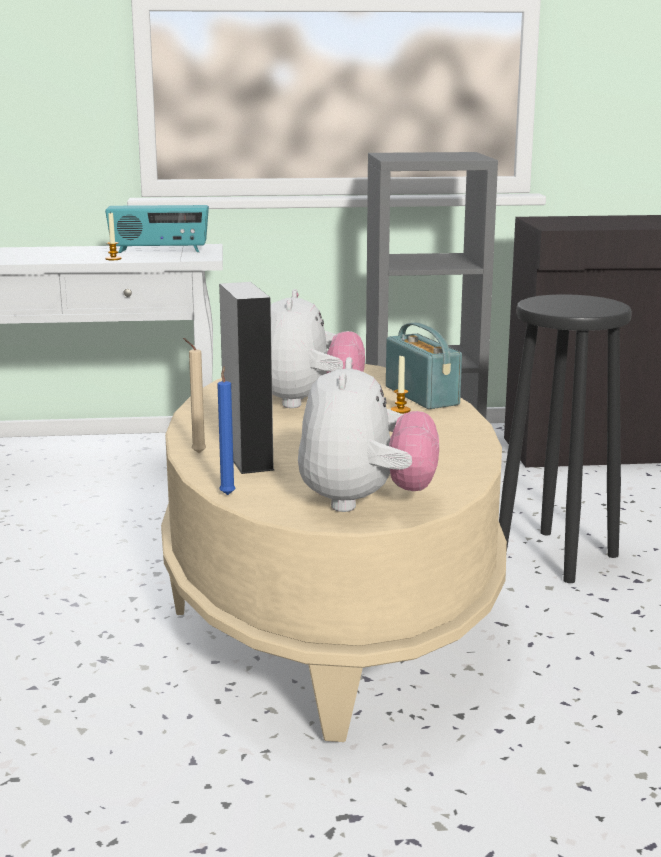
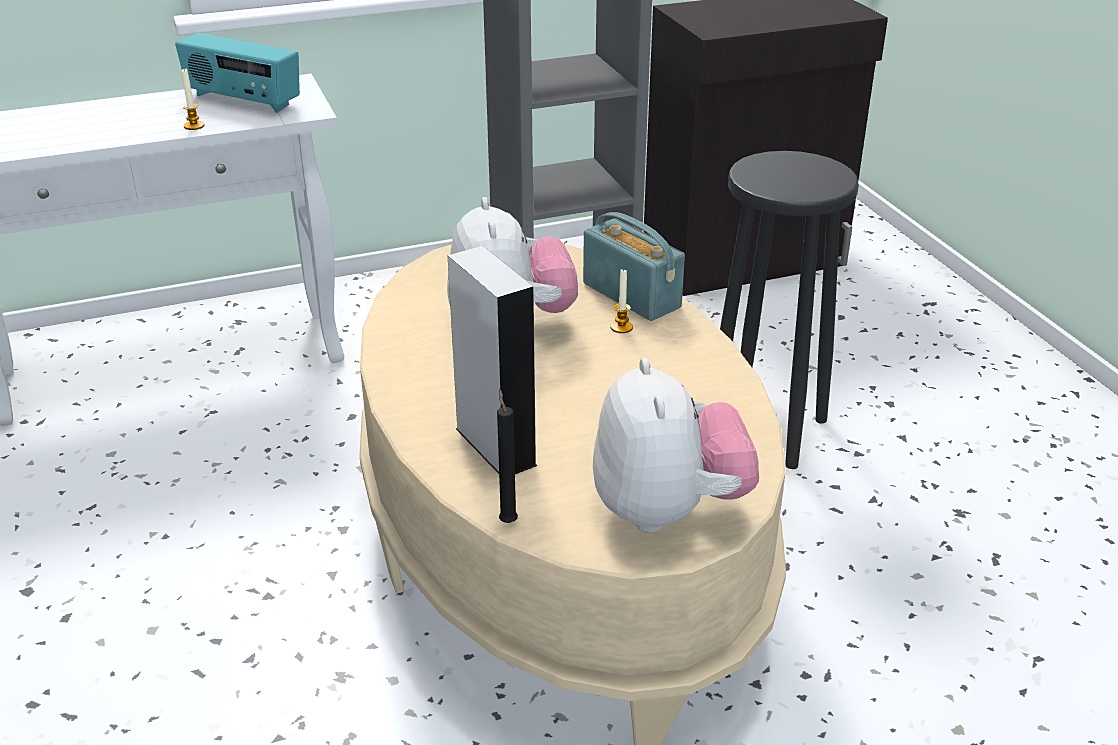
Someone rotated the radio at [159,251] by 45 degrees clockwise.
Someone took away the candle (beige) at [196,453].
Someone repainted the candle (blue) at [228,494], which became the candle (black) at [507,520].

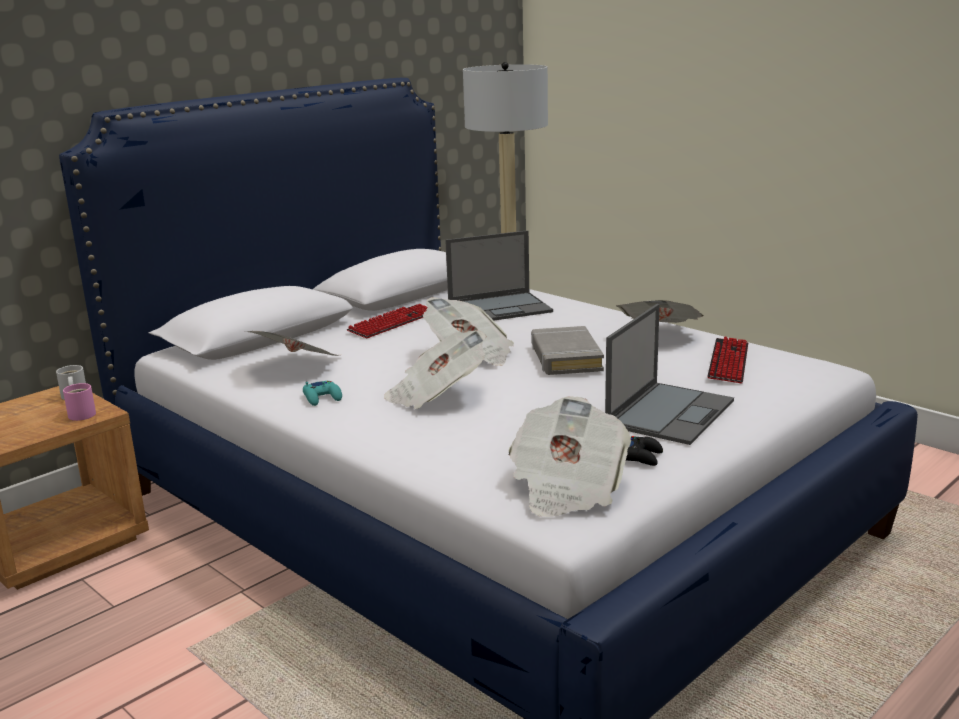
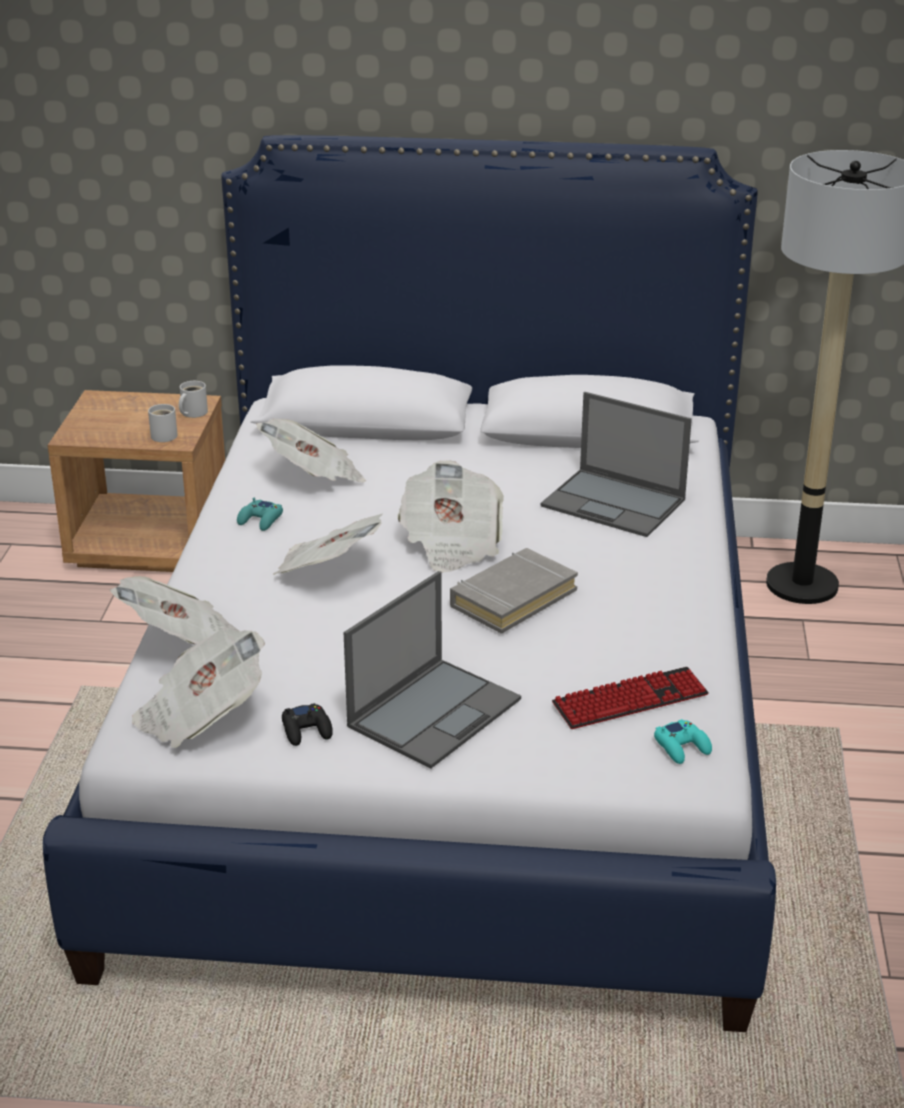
Someone carried the newspaper from [660,335] to [182,640].
Someone took away the keyboard at [392,323].
Someone rotated the laptop at [670,412] by 45 degrees counterclockwise.
Someone repainted the mug (pink) at [81,414], which became the mug (white) at [165,435].
Someone put down the game controller (turquoise) at [682,747].

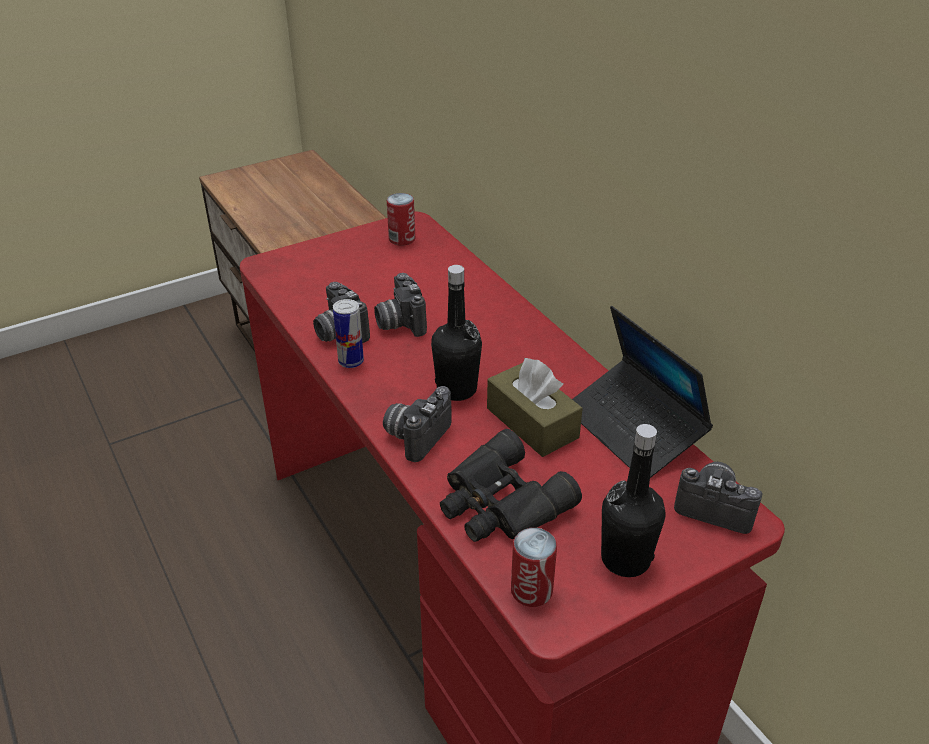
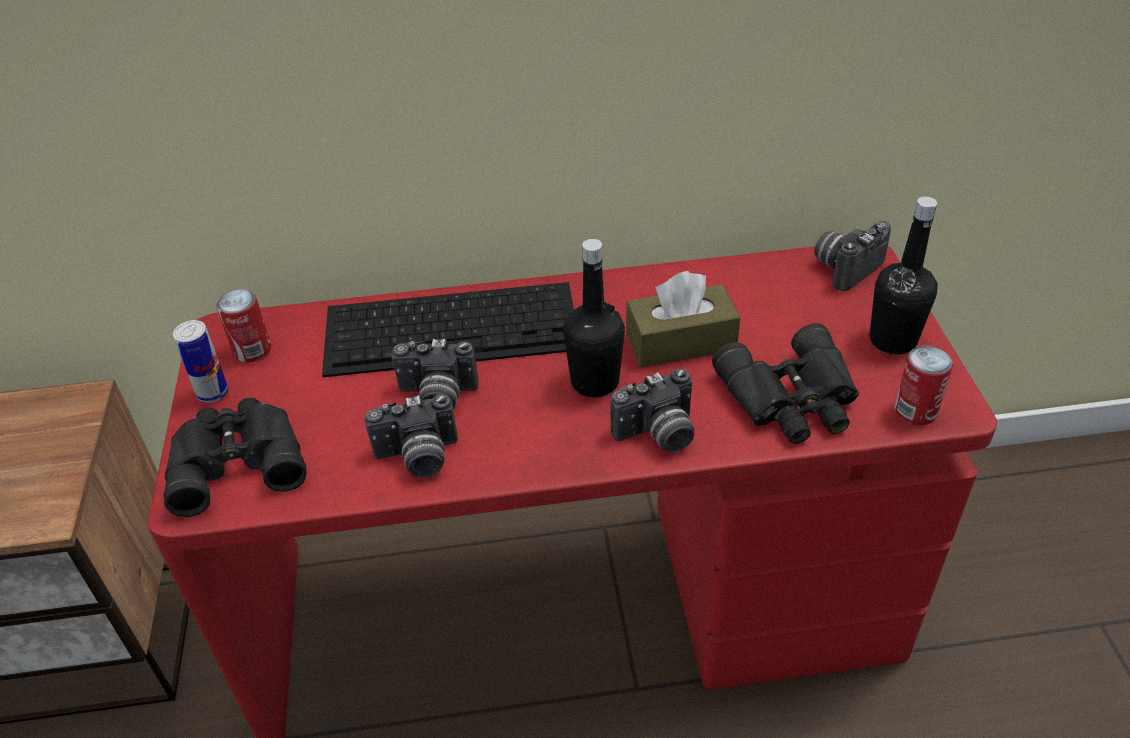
Someone carried the can from [351,361] to [213,393].
Someone took away the laptop at [634,429].
Someone rotated the photo camera at [416,435] by 75 degrees counterclockwise.
Someone put down the keyboard at [453,327].
Someone put down the binoculars (black) at [236,459].

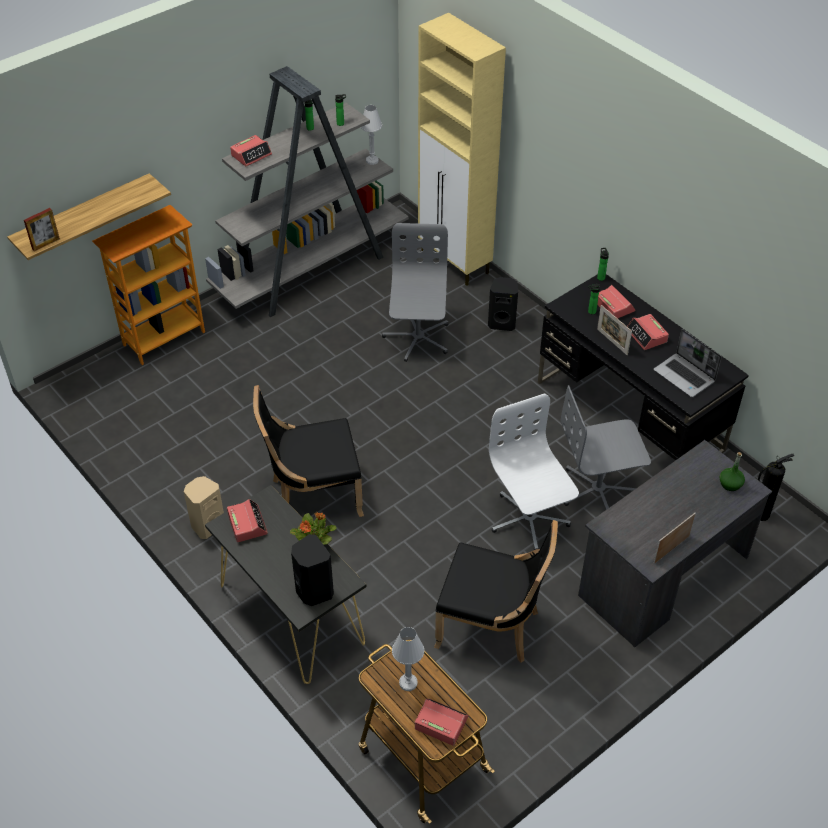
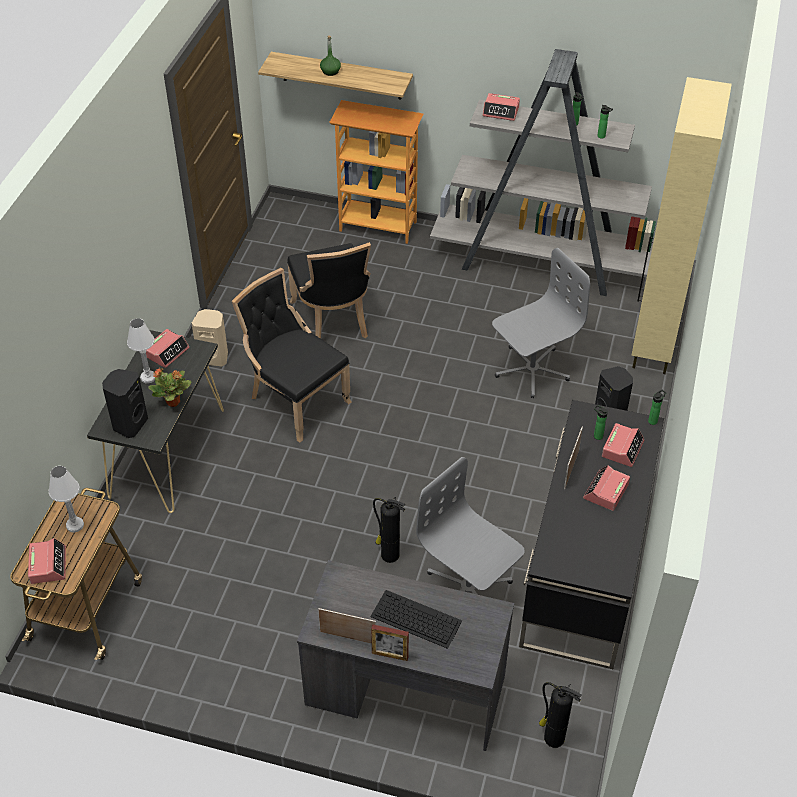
Someone carried the table lamp (white) from [372,161] to [148,377].
Someone carried the picture frame from [46,244] to [390,655].
Someone took away the laptop at [685,376].
Someone swapped the office chair (white) at [528,519] for the fire extinguisher at [389,554].
Someone carried the bottle (green) from [730,484] to [330,71].
Someone carried the chair (black) from [492,627] to [333,321].
Someone put down the keyboard at [415,618].

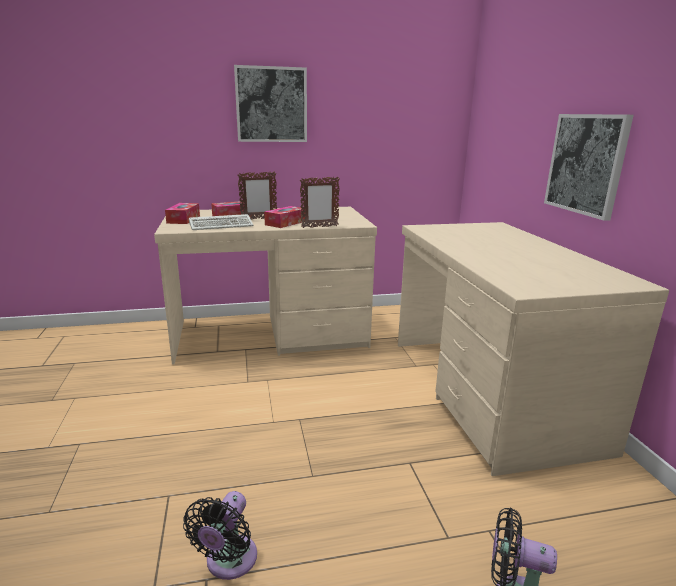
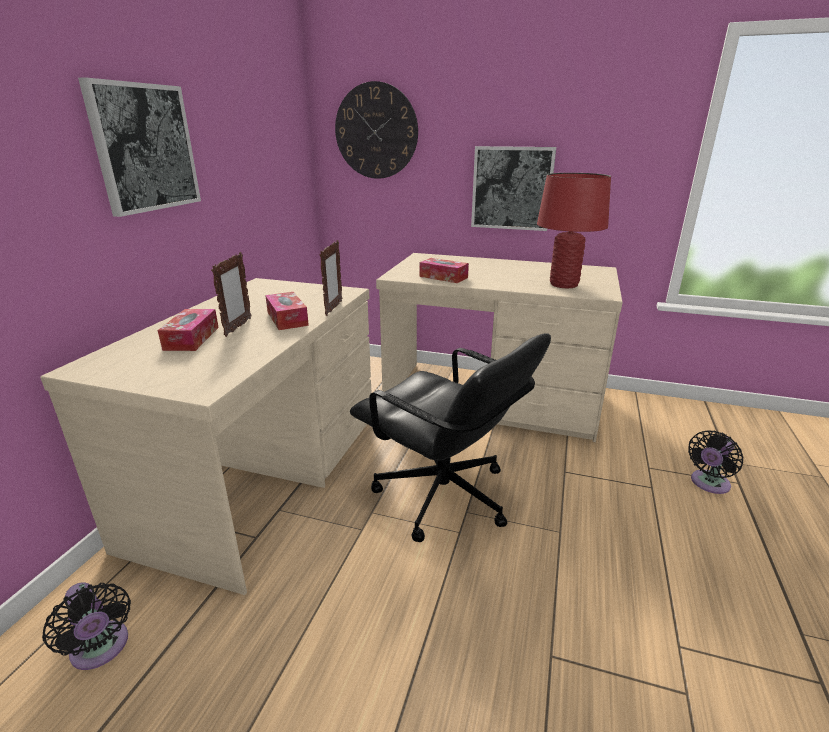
Someone carried the tissue box from [183,219] to [443,277].
Someone took away the keyboard at [222,225].
Someone carried the fan (black) from [229,562] to [101,649].
Someone put up the wall clock at [376,131].
Someone put down the table lamp (red) at [563,284].
Someone put down the office chair (black) at [443,497].

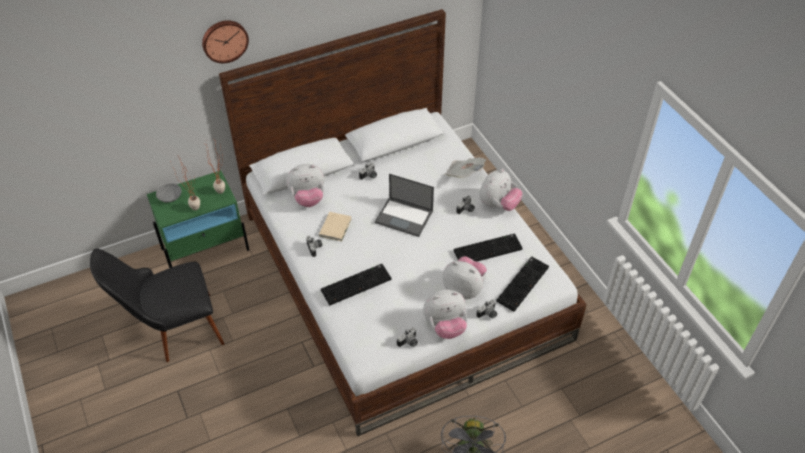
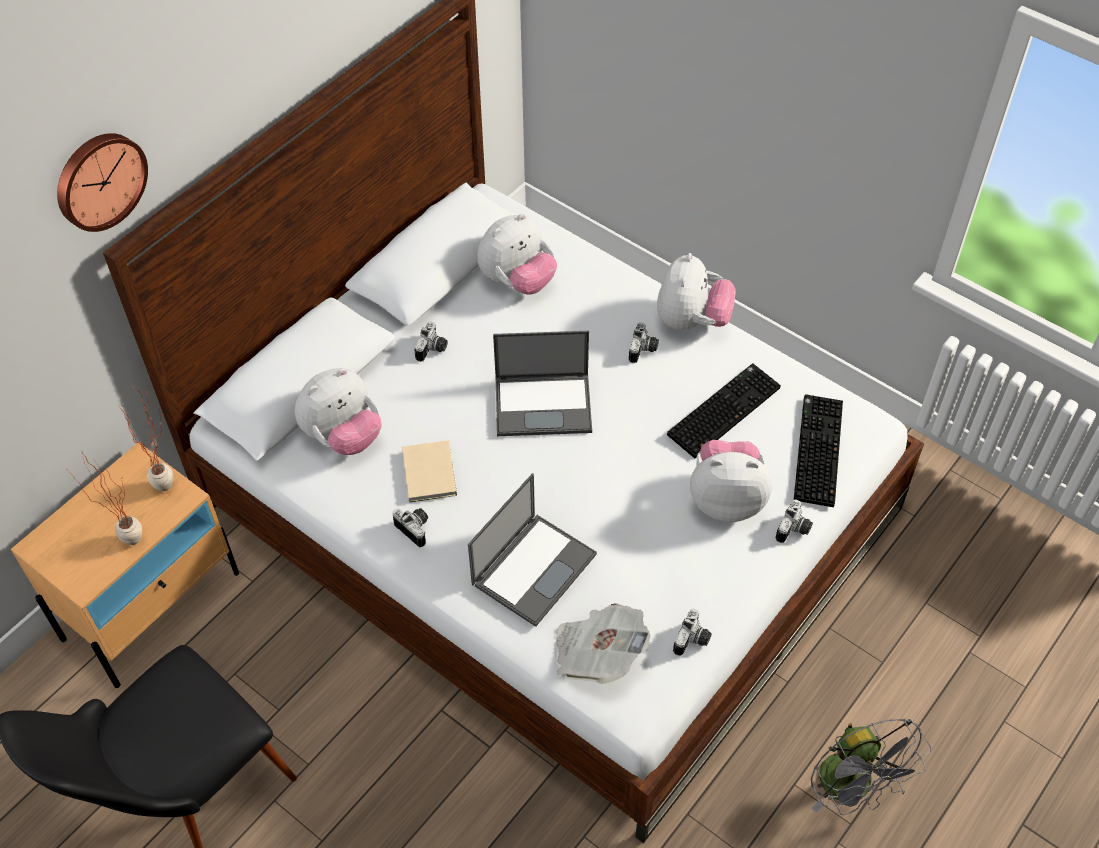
Someone carried the newspaper from [464,174] to [598,654].
Someone repainted the nightstand (green) at [206,249], which became the nightstand (beige) at [152,605].
Someone took away the bowl (grey) at [169,197].
Someone swapped the keyboard at [356,284] for the laptop at [534,567].
Someone carried the plush toy from [445,326] to [517,281].

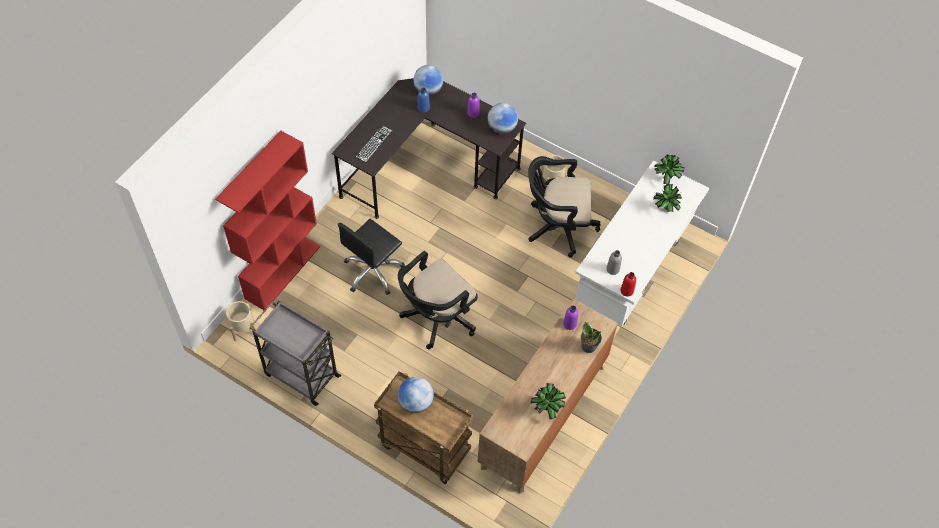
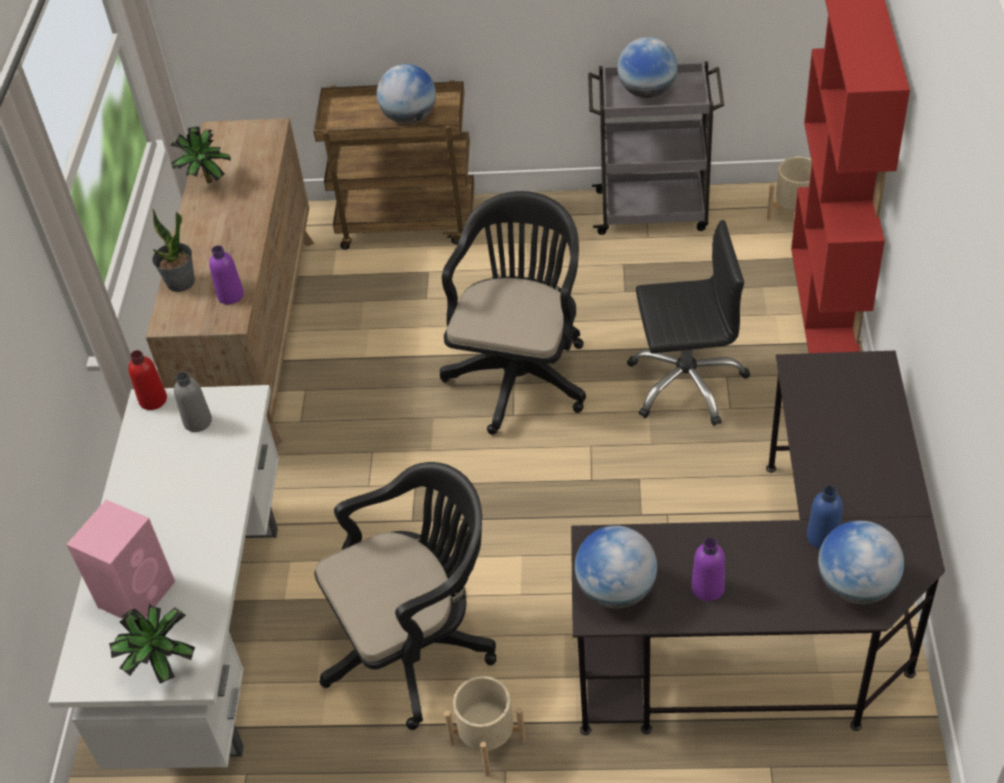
Someone took away the keyboard at [374,144].
Someone swapped the potted plant at [664,209] for the speaker (pink) at [137,592].
Someone rotated the office chair (black) at [373,271] by 75 degrees clockwise.
Someone put down the globe at [647,92].

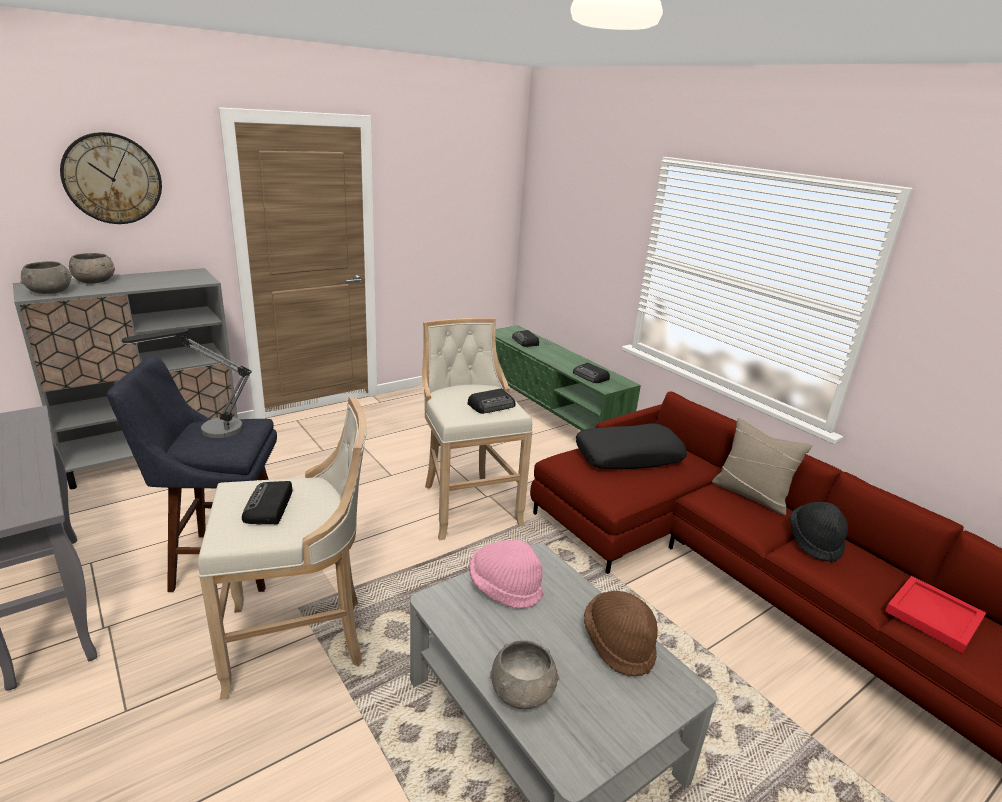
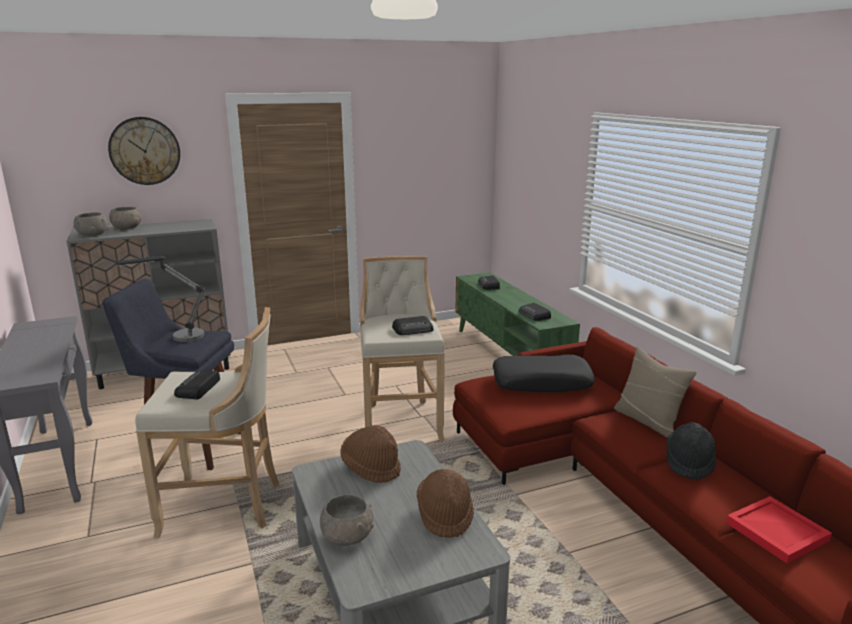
Someone repainted the hat (pink) at [504,588], which became the hat (brown) at [371,468].

